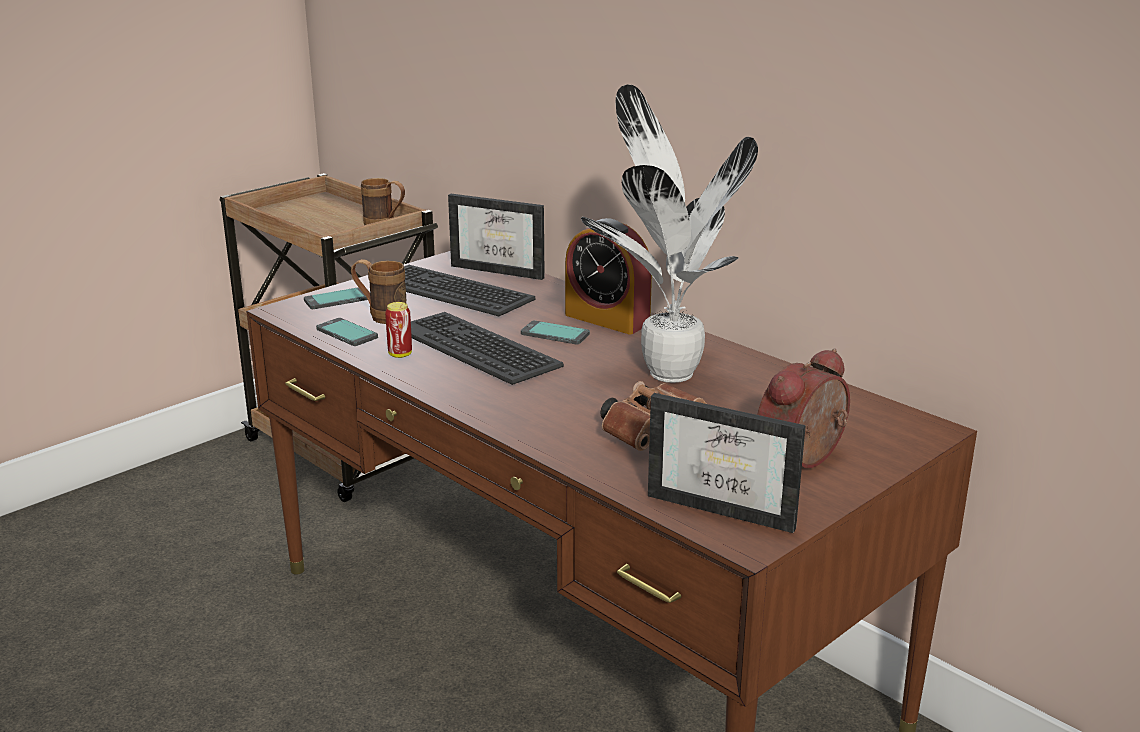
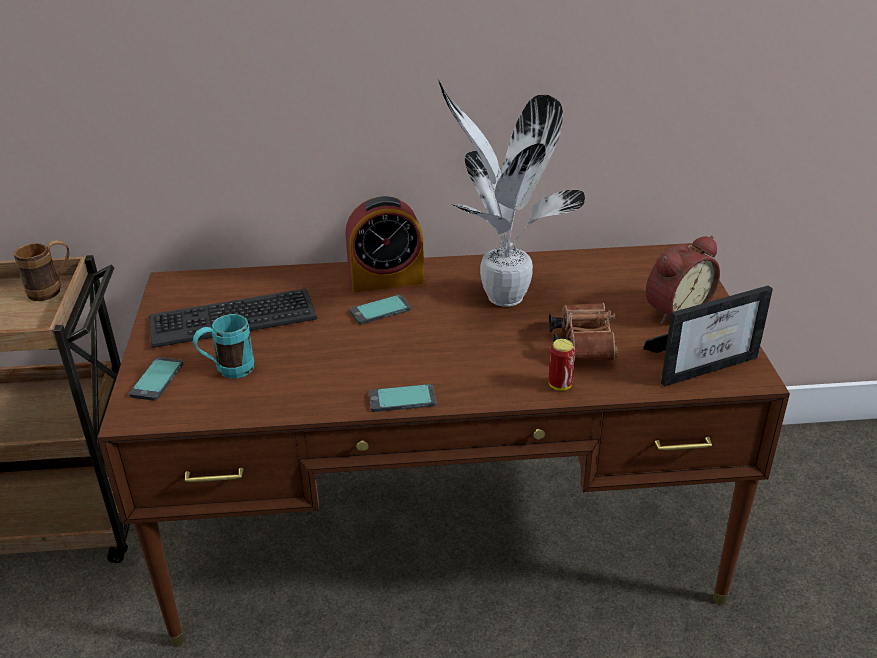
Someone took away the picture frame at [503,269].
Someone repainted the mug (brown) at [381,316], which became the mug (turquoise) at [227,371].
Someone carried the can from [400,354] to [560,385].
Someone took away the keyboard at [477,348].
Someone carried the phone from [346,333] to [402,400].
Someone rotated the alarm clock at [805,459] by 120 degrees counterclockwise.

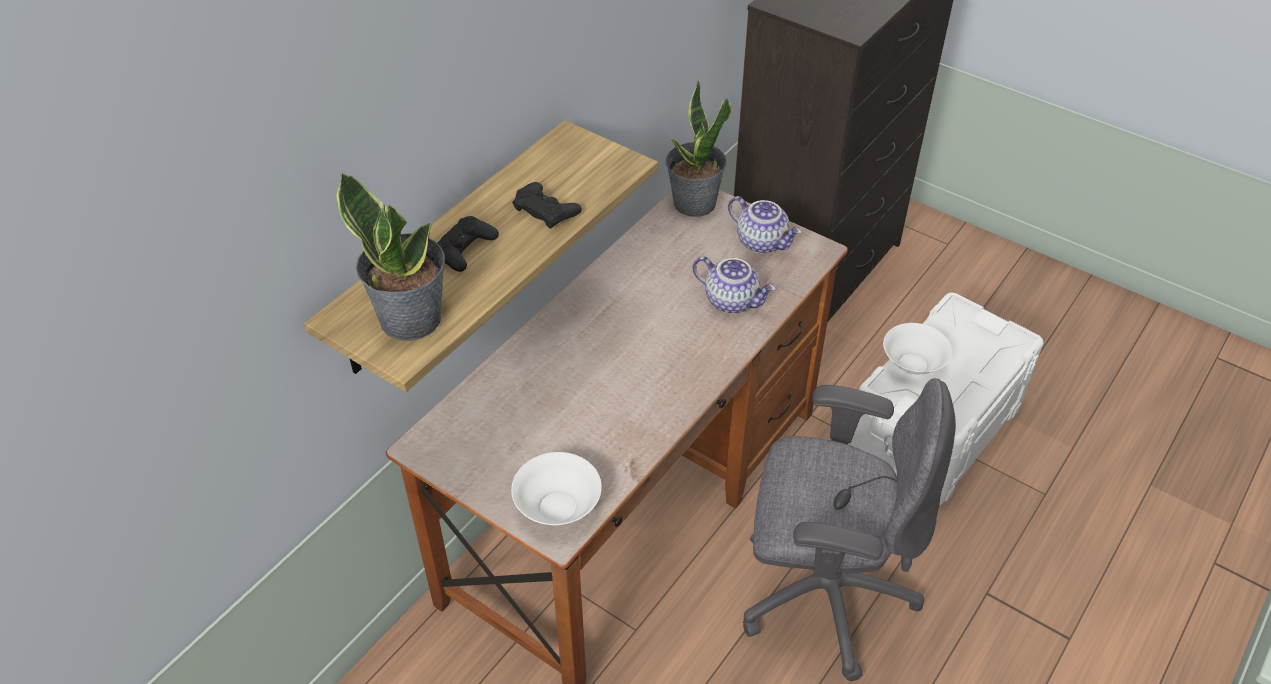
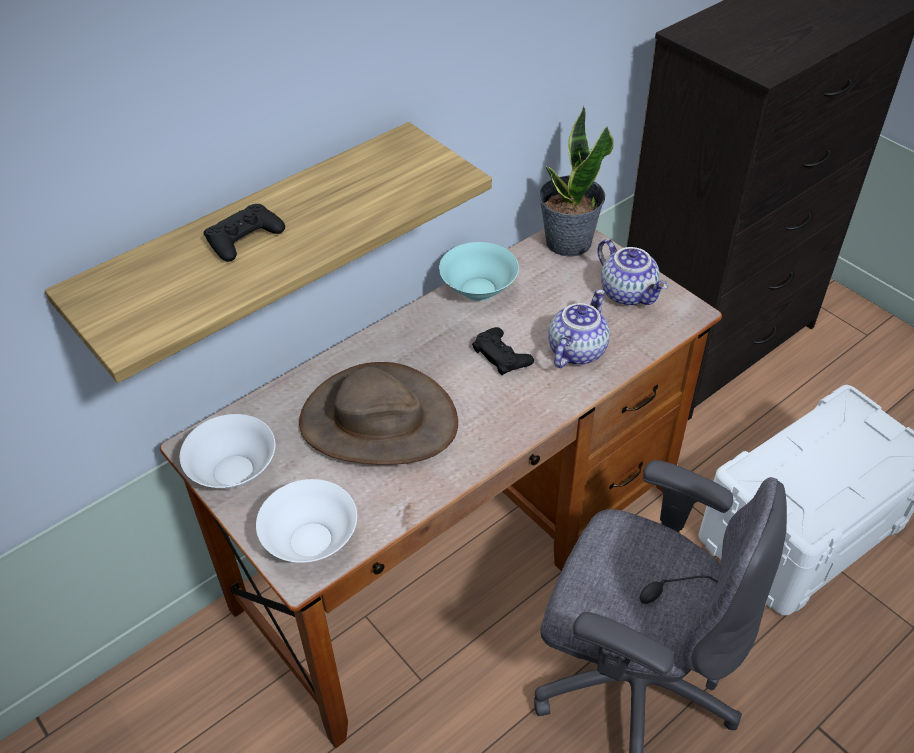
Someone took away the potted plant at [411,318].
Someone carried the game controller (black) from [546,210] to [502,356].
Someone rotated the teapot at [732,300] by 105 degrees counterclockwise.
Someone carried the bowl (white) from [912,363] to [233,471].
Someone put down the bowl (turquoise) at [478,290].
Someone put down the hat (brown) at [378,422].

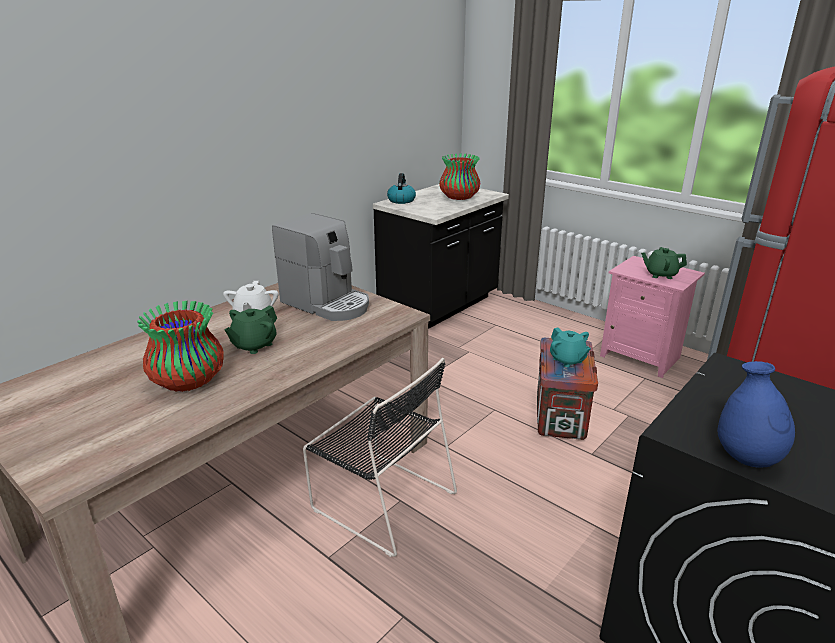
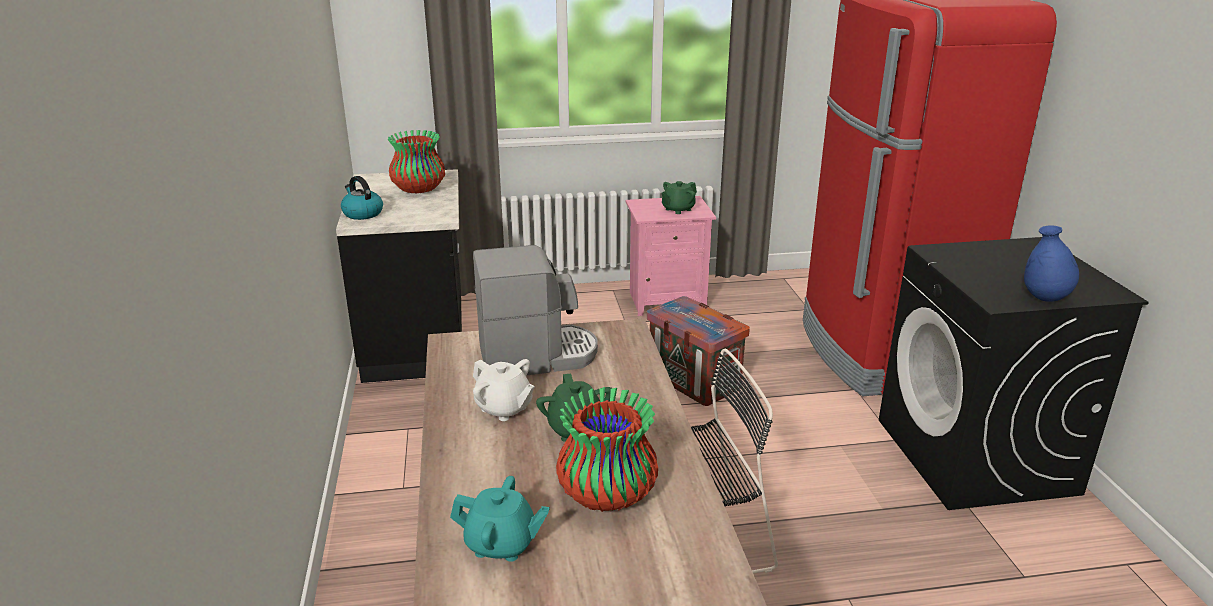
Someone carried the teapot (turquoise) from [567,360] to [501,544].

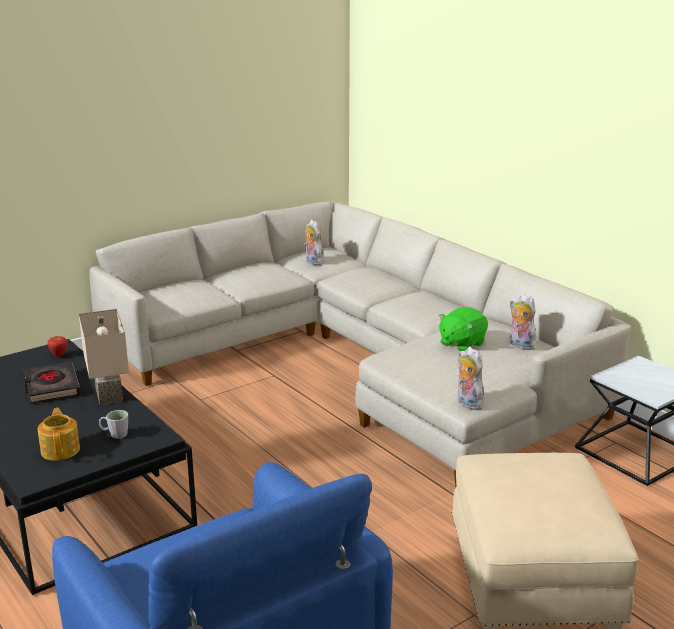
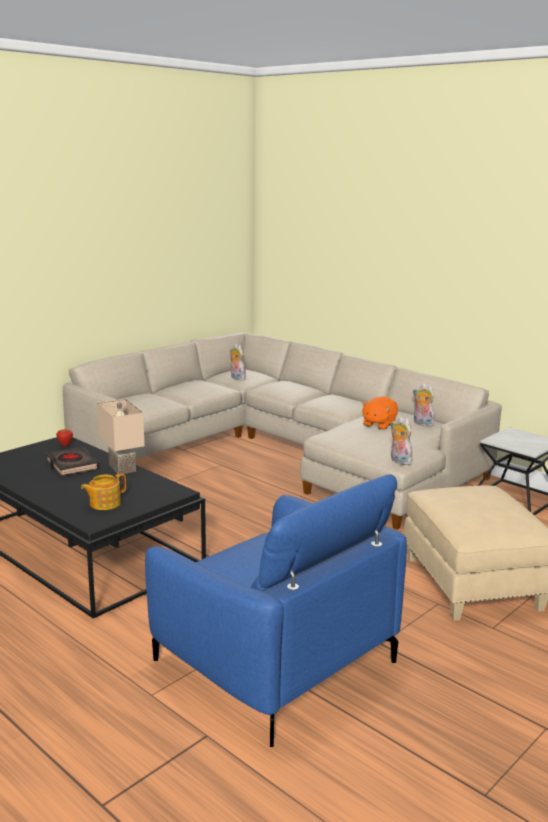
Someone repainted the plush toy (green) at [461,343], which became the plush toy (orange) at [378,425].
Someone rotated the teapot at [61,450] by 105 degrees counterclockwise.
Someone took away the mug (grey) at [115,434].

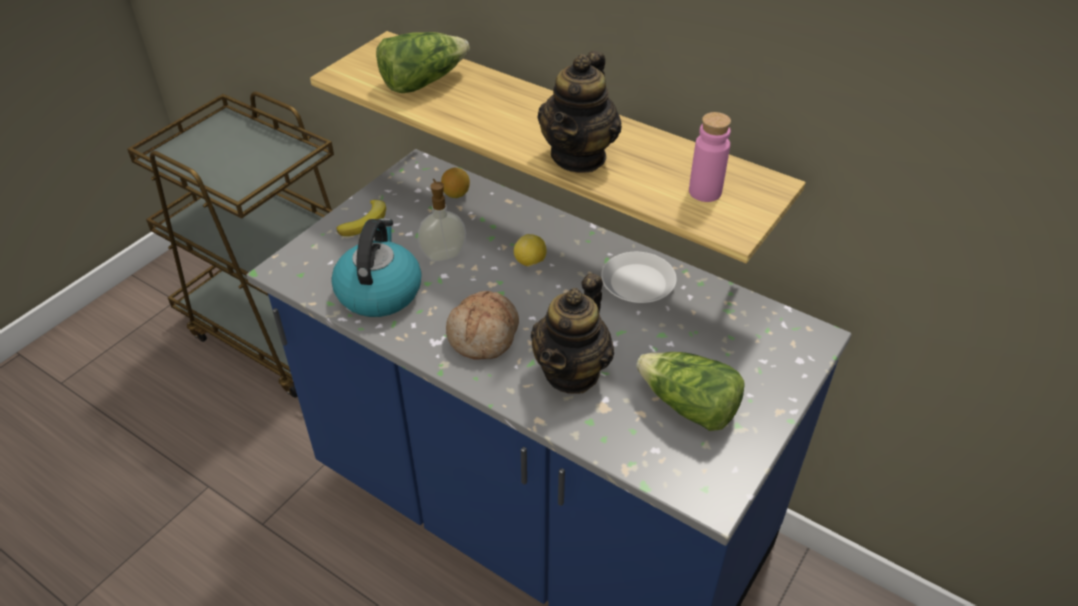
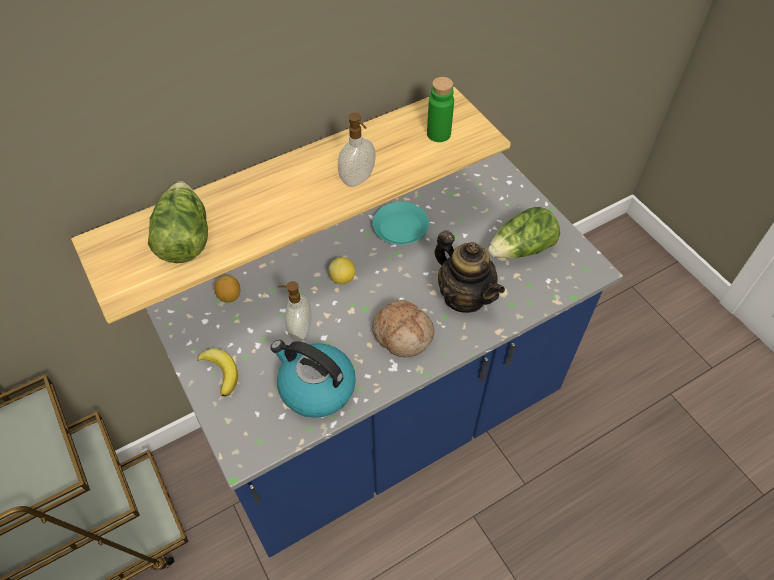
Someone swapped the teapot at [579,156] for the soap dispenser at [358,179].
Someone repainted the bottle (pink) at [705,192], which became the bottle (green) at [438,134].
Someone repainted the plate (white) at [637,283], which became the plate (turquoise) at [401,227].

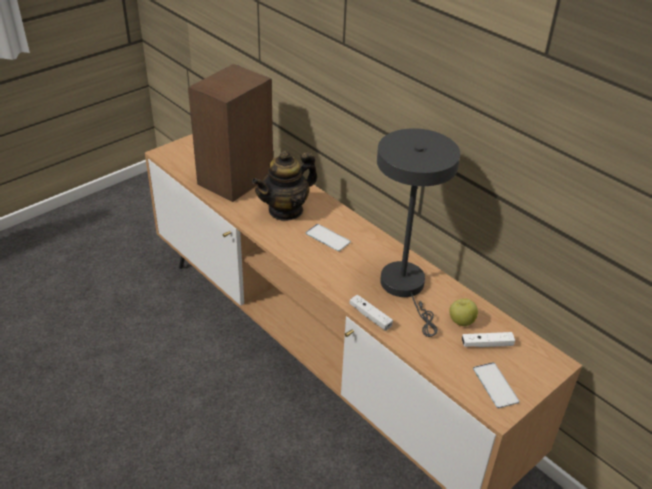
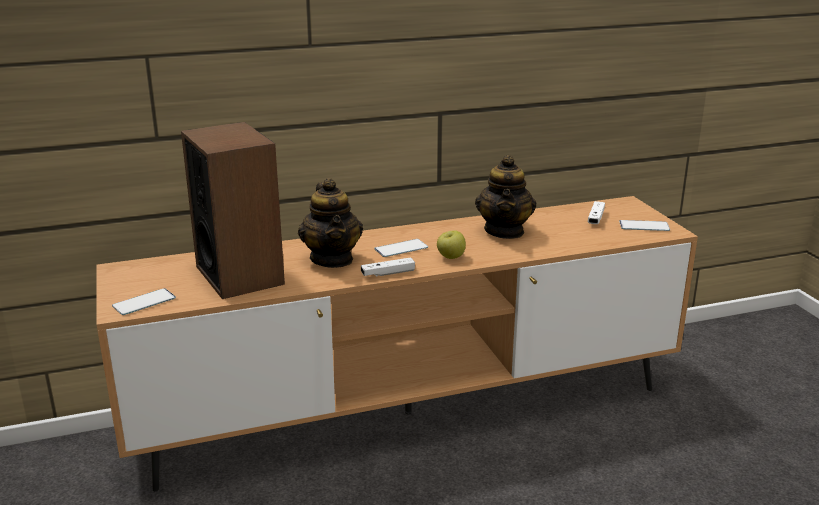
Someone swapped the table lamp (grey) at [406,288] for the teapot at [504,231].
Someone carried the game controller (white) from [370,316] to [388,273].
Someone carried the apple from [461,321] to [451,257].
Someone put down the phone at [144,302].

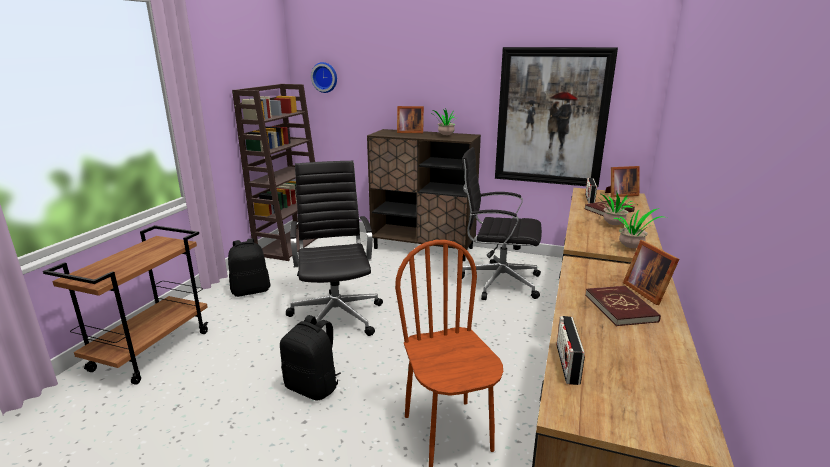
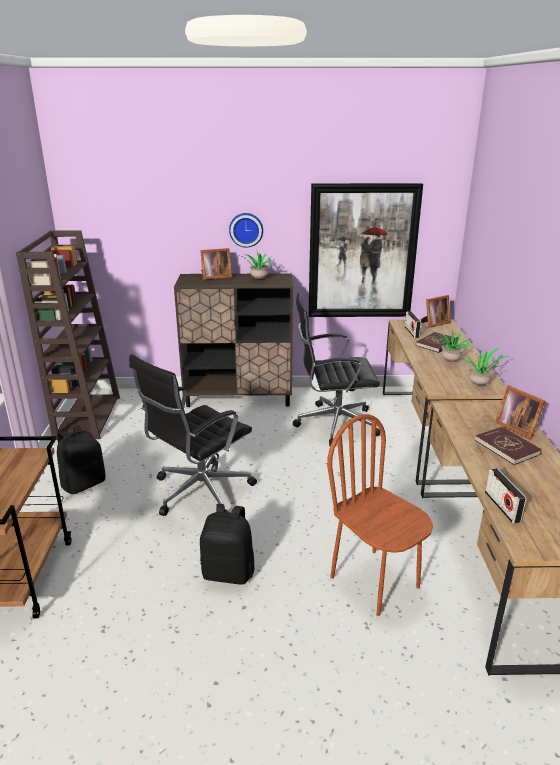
Someone carried the wall clock from [325,77] to [246,229].
Someone rotated the office chair (black) at [336,315] by 105 degrees counterclockwise.

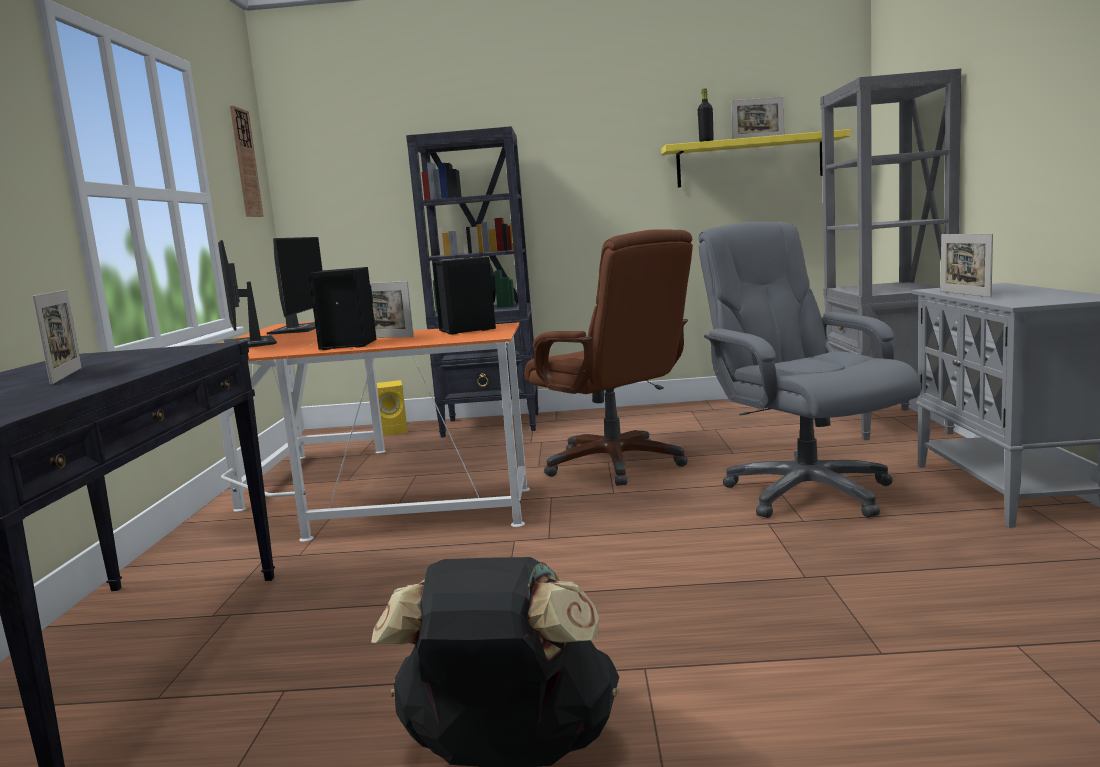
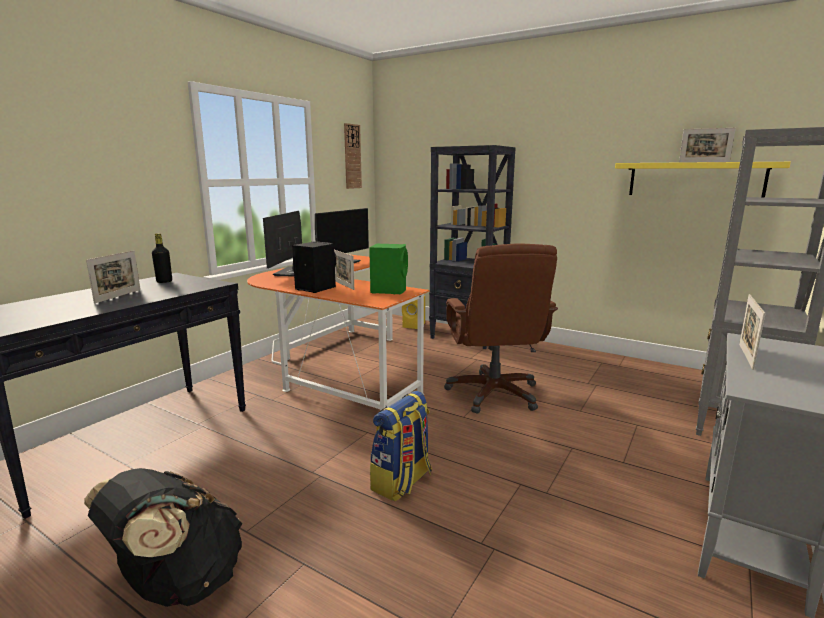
Someone carried the bottle (black) from [706,141] to [164,281].
Someone took away the office chair (grey) at [806,492].
Someone repainted the speaker (black) at [467,330], which became the speaker (green) at [389,290].
Someone put down the backpack at [402,482].

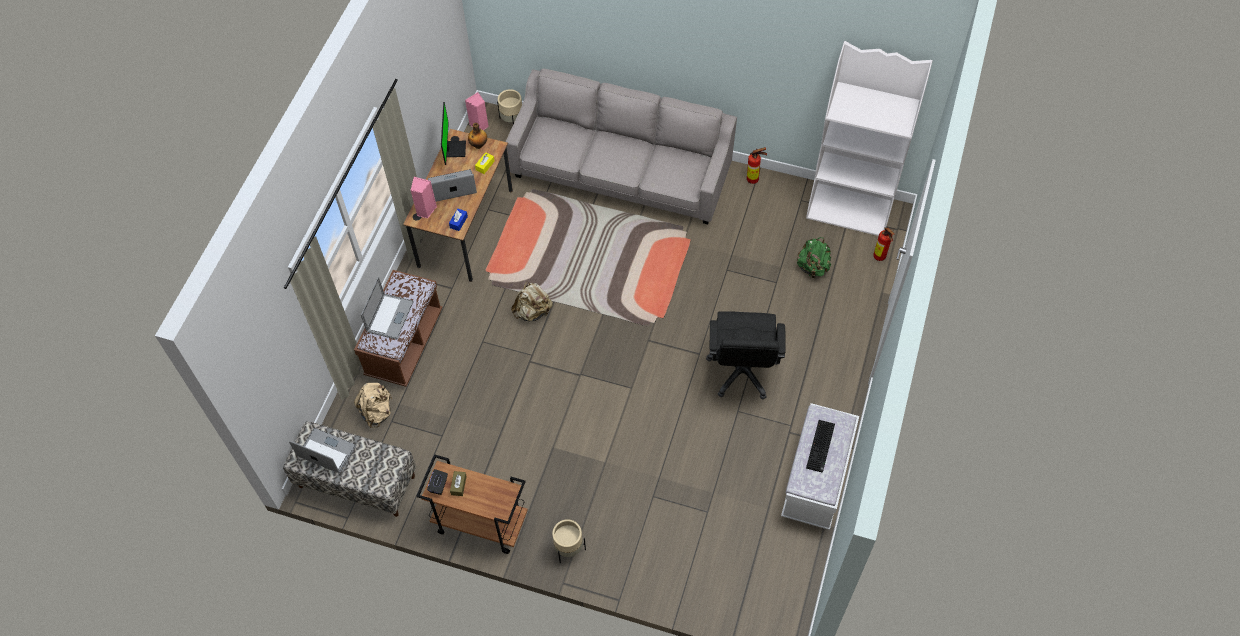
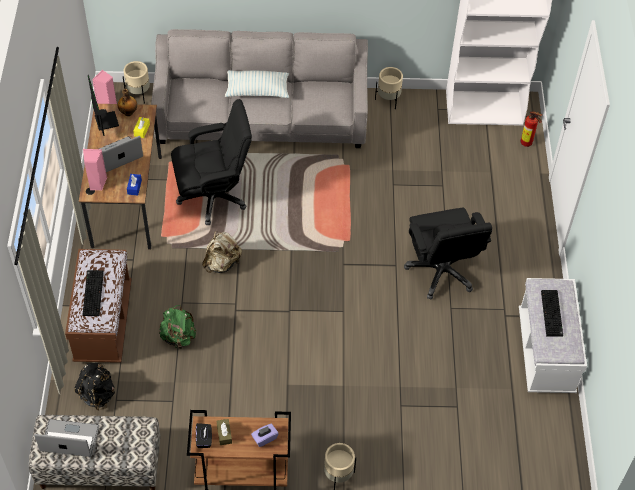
Someone swapped the fire extinguisher at [754,179] for the planter (beige) at [388,100].
Someone carried the backpack (green) from [813,267] to [179,337].
Someone swapped the laptop at [390,316] for the keyboard at [92,293].
Someone repainted the backpack (beige) at [377,411], which became the backpack (black) at [98,394].
Someone put down the pillow at [257,90].
Someone put down the office chair (black) at [213,197].
Someone put down the tissue box (purple) at [264,438].

